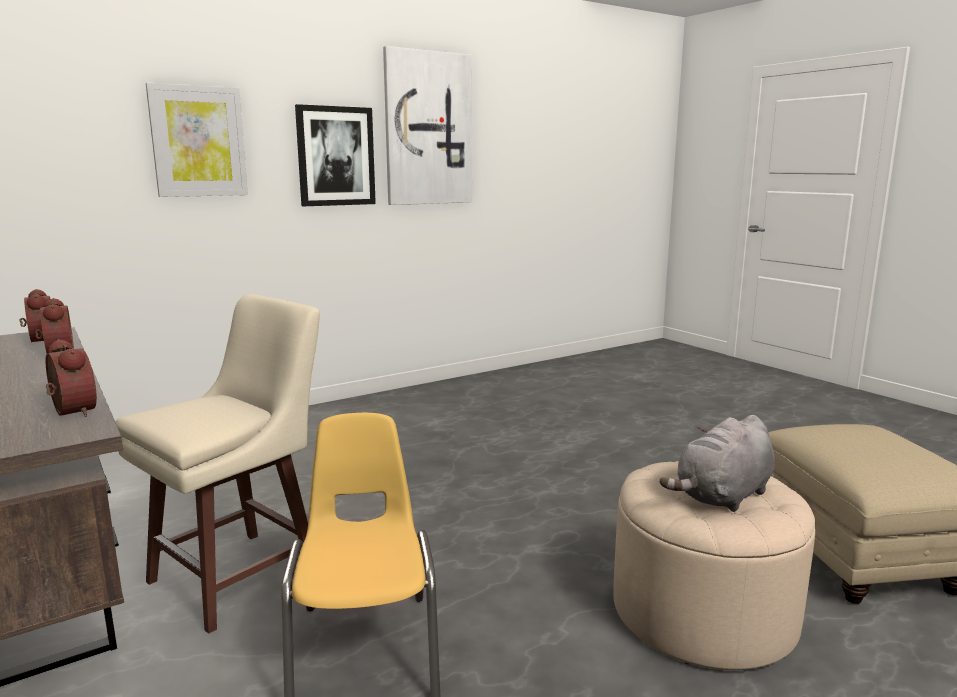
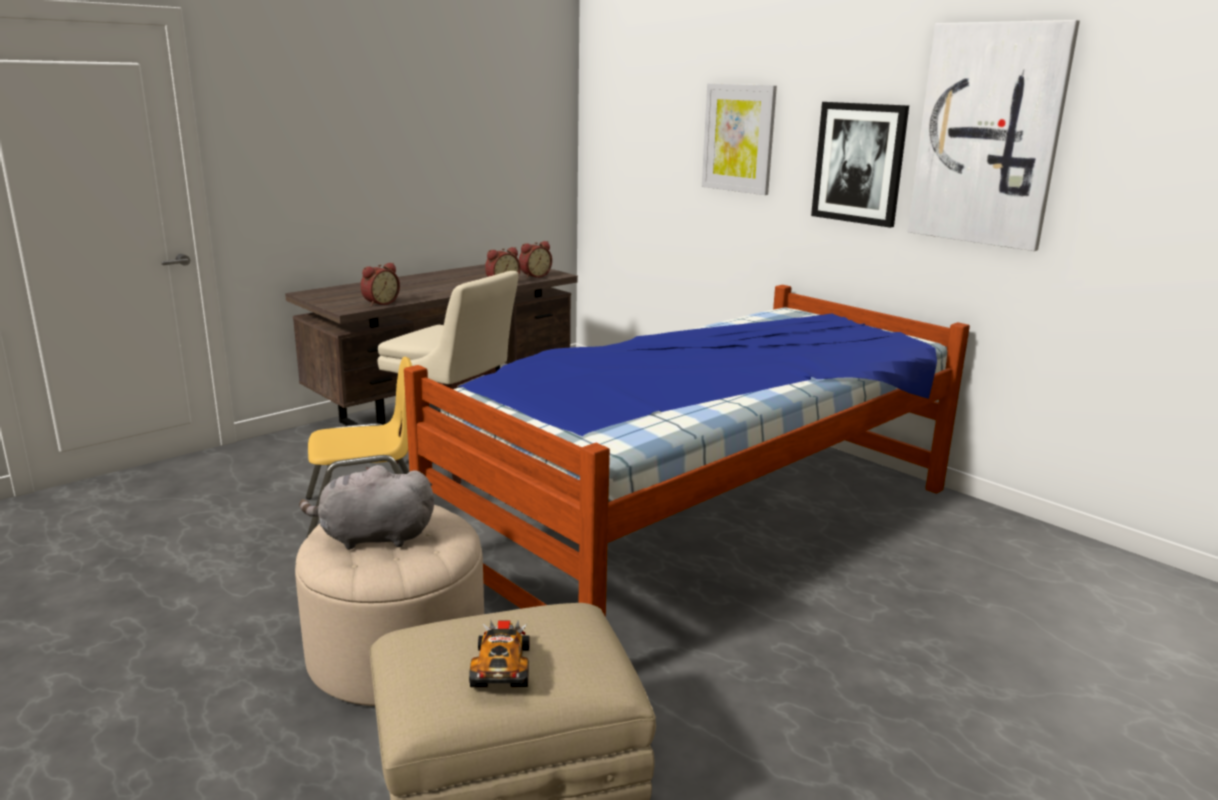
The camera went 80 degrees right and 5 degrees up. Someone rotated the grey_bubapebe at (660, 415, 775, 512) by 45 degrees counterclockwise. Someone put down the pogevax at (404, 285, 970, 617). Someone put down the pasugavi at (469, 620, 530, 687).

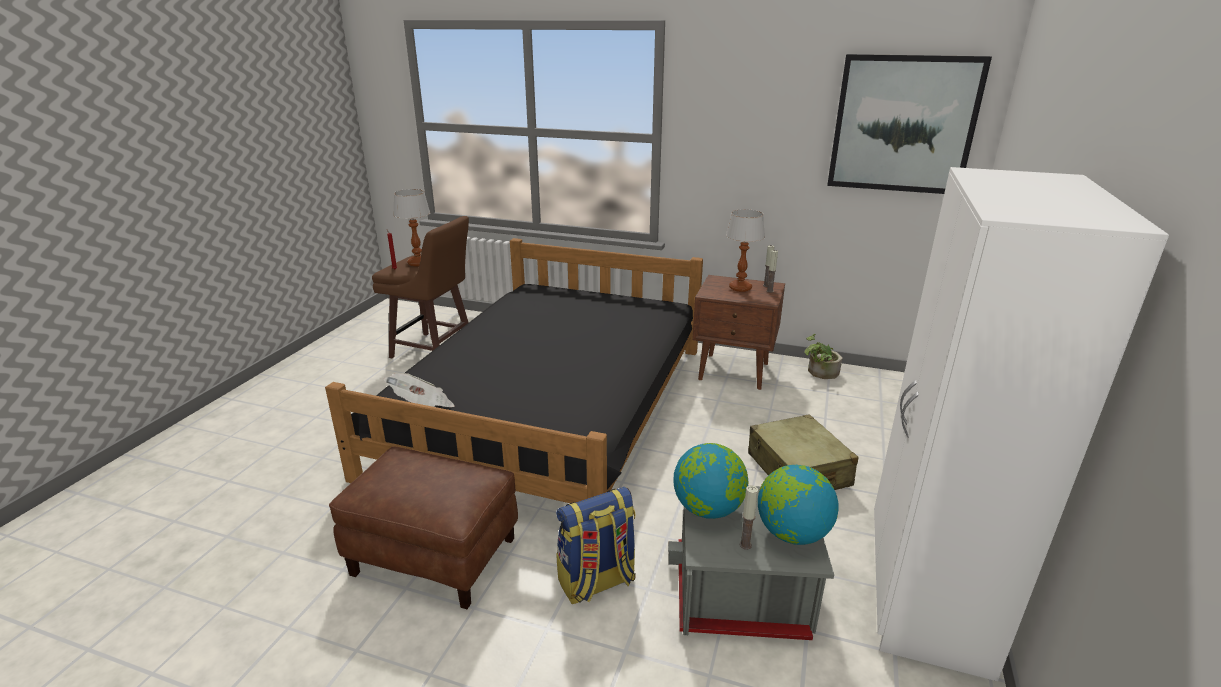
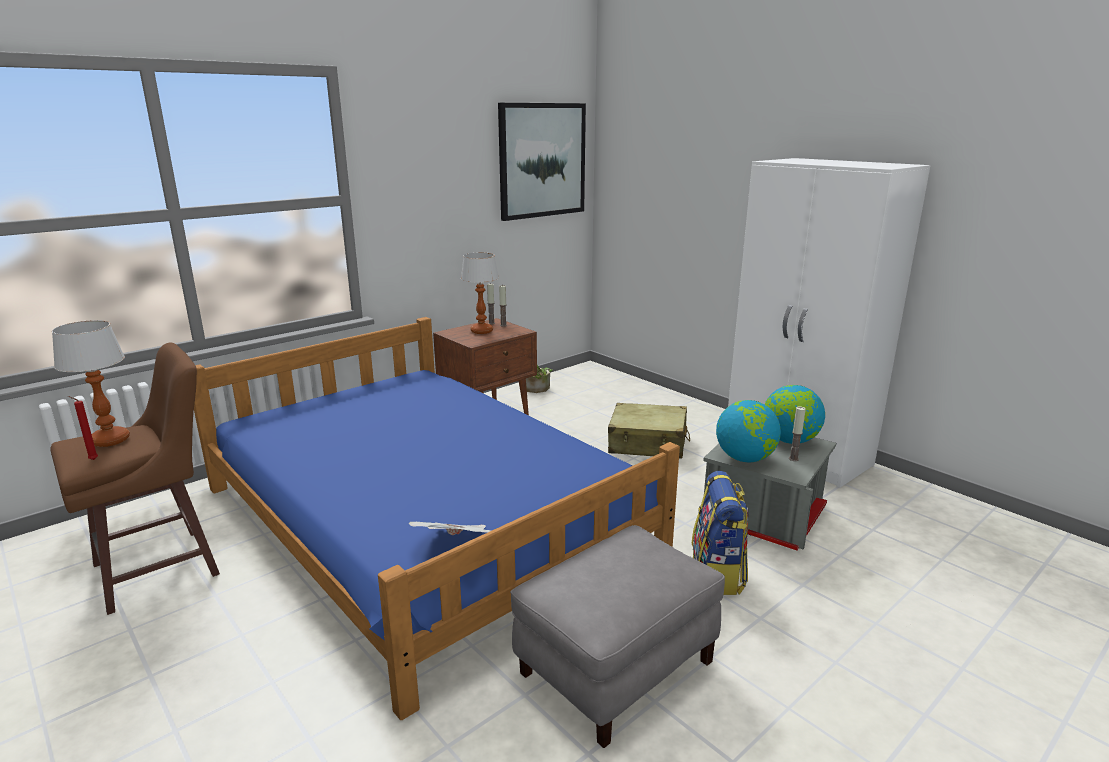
The camera went 60 degrees left and 5 degrees down. Someone repainted the black_pogevax at (325, 238, 703, 503), which became the blue_pogevax at (194, 317, 680, 720). Someone repainted the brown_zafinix at (329, 446, 518, 609), which became the grey_zafinix at (510, 525, 725, 748).

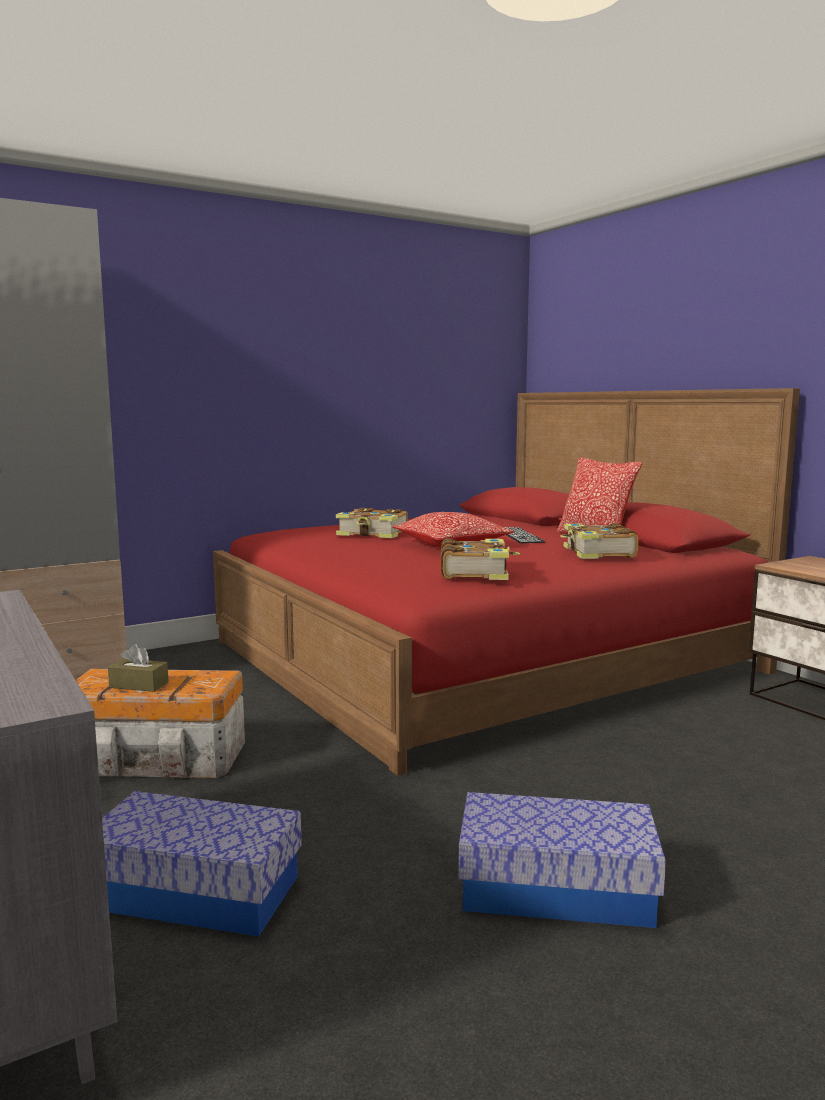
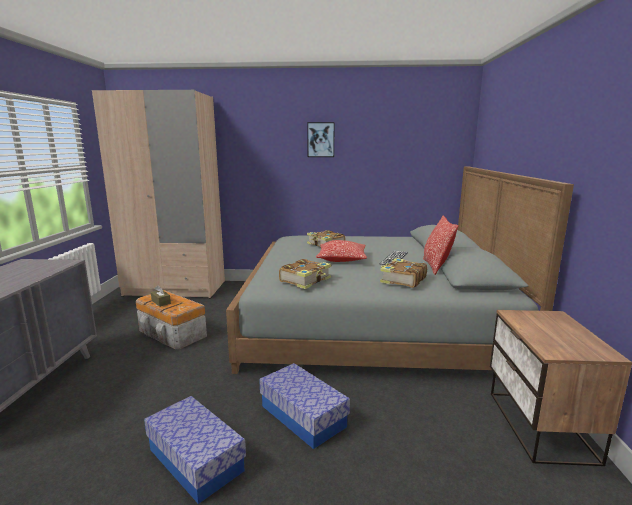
The camera went 35 degrees right and 5 degrees up. Someone repainted the red_pogevax at (213, 388, 800, 776), which became the grey_pogevax at (226, 166, 574, 374). Someone carried the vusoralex from (102, 791, 302, 936) to (259, 363, 350, 449). Someone put up the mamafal at (307, 122, 335, 157).

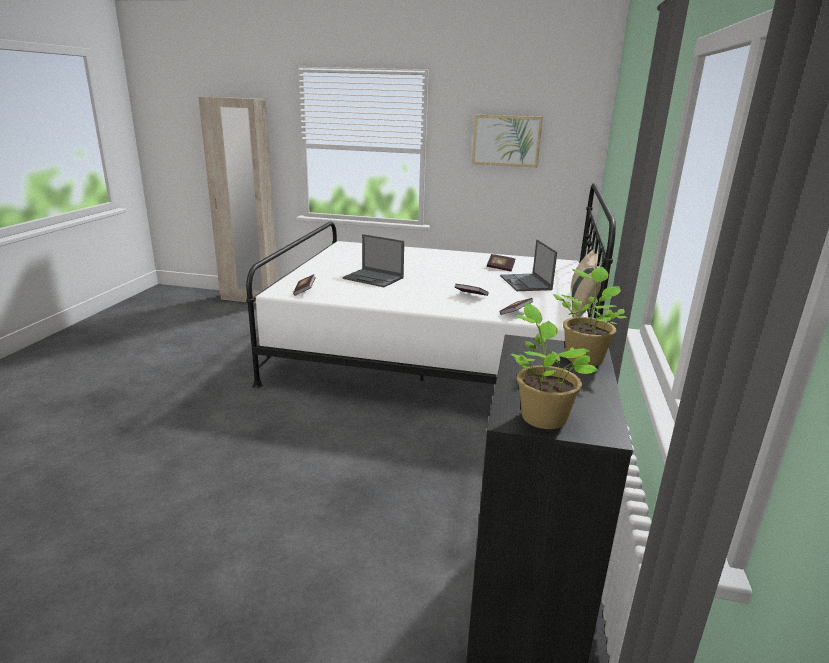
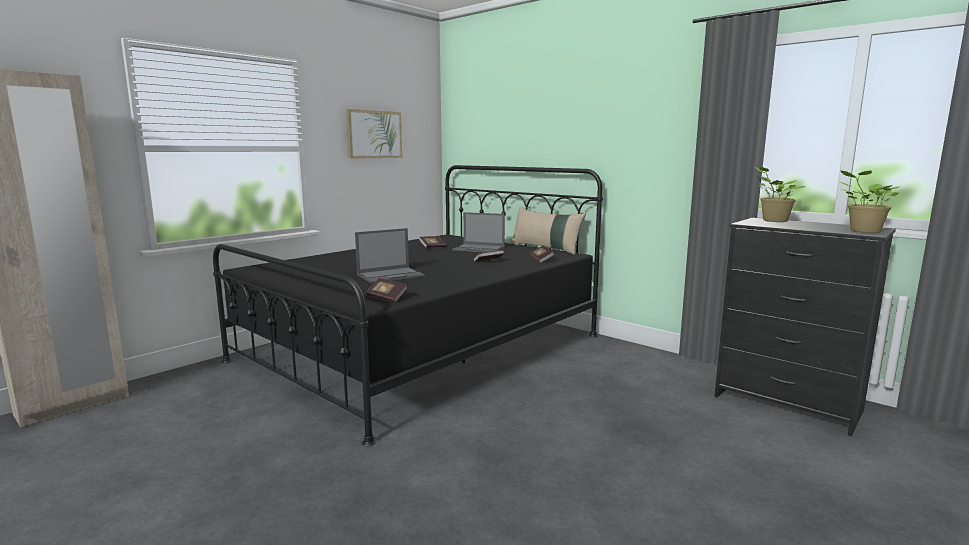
The camera went 60 degrees left and 10 degrees down. Someone repainted the white_pogevax at (246, 183, 616, 388), which became the black_pogevax at (213, 165, 603, 446).

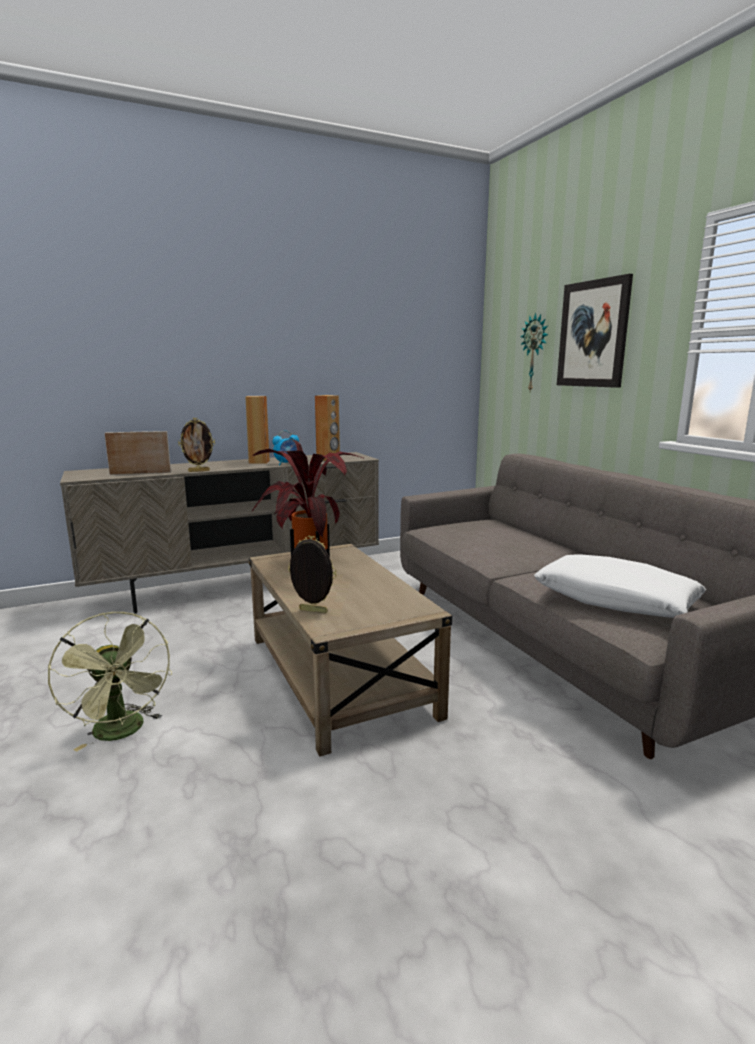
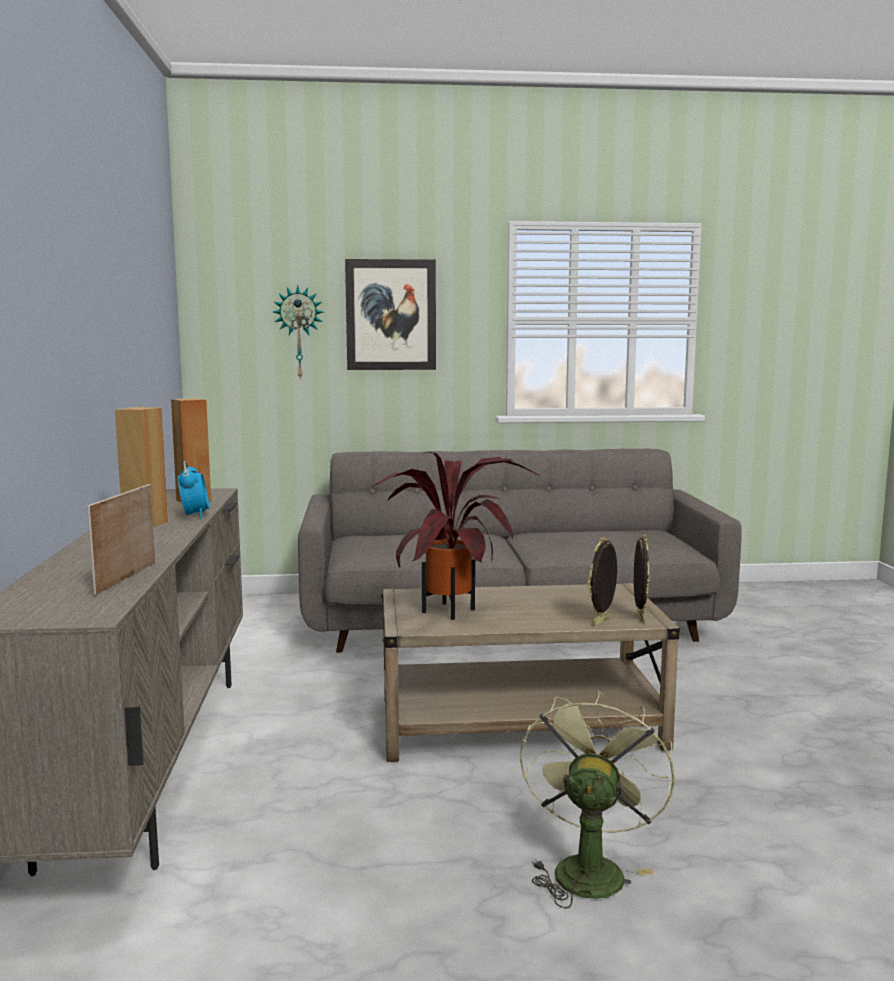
The camera went 70 degrees left and 5 degrees down. Someone rotated the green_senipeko at (48, 612, 172, 752) by 60 degrees counterclockwise. Someone carried the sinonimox from (178, 418, 215, 472) to (634, 535, 650, 623). Someone took away the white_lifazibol at (534, 554, 706, 618).

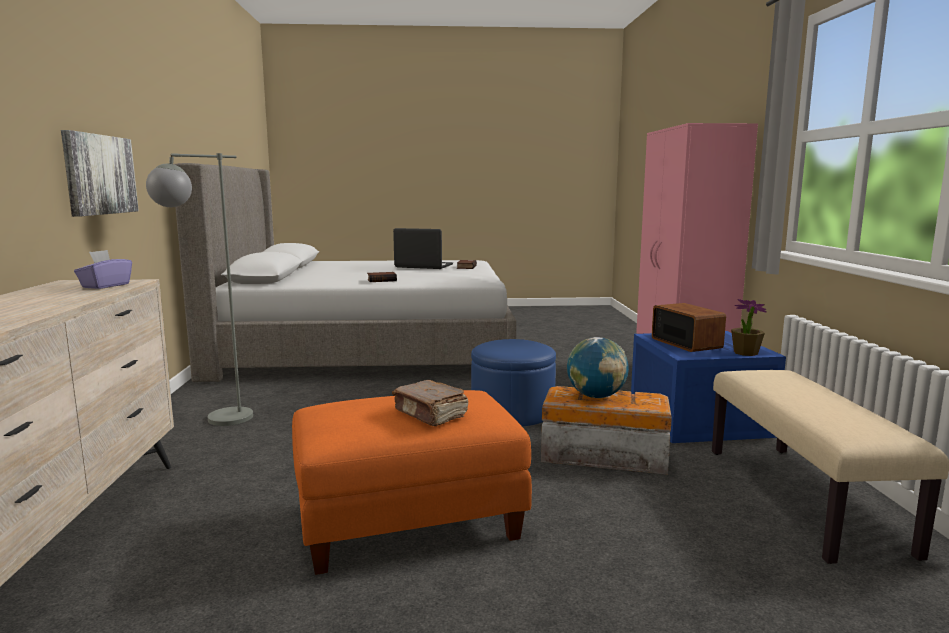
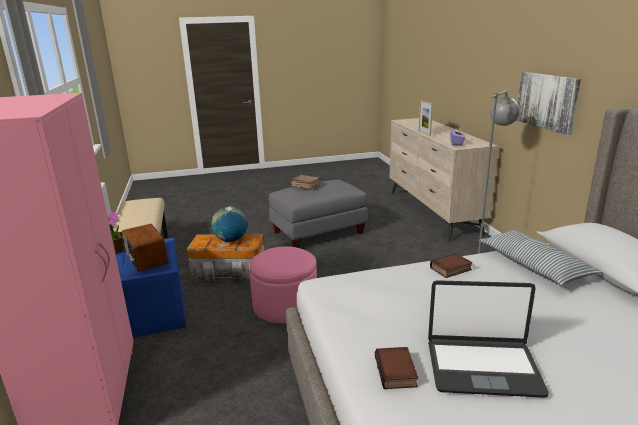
The camera went 170 degrees right and 10 degrees up. Someone repainted the blue_zafinix at (471, 339, 556, 426), which became the pink_zafinix at (249, 246, 317, 324). Someone repainted the orange_zafinix at (292, 390, 532, 575), which became the grey_zafinix at (269, 180, 368, 248). Someone put down the sinonimox at (418, 101, 433, 136). Someone put down the lifazibol at (479, 230, 602, 285).

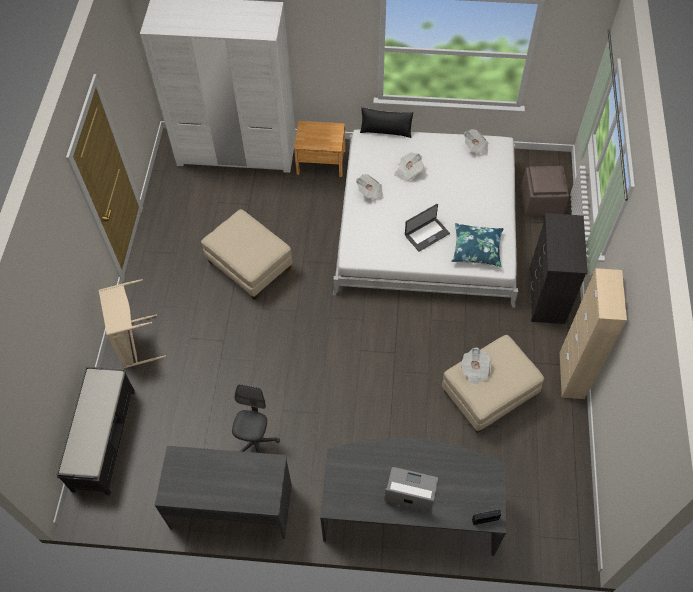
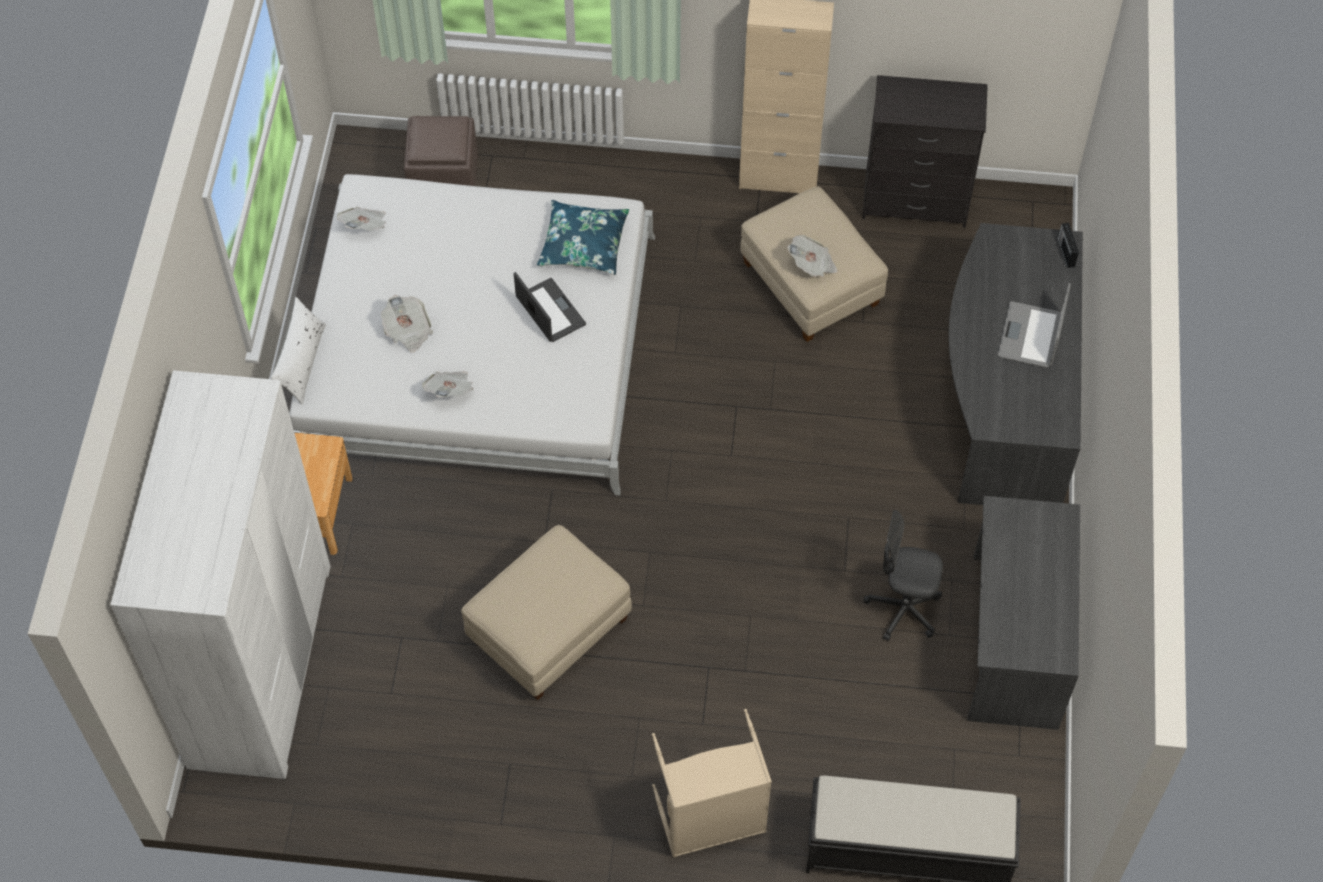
The camera went 90 degrees left and 0 degrees up. Someone repainted the black_lifazibol at (360, 107, 413, 138), which became the white_lifazibol at (271, 297, 326, 405). Someone carried the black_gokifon from (530, 213, 588, 324) to (862, 75, 988, 228).

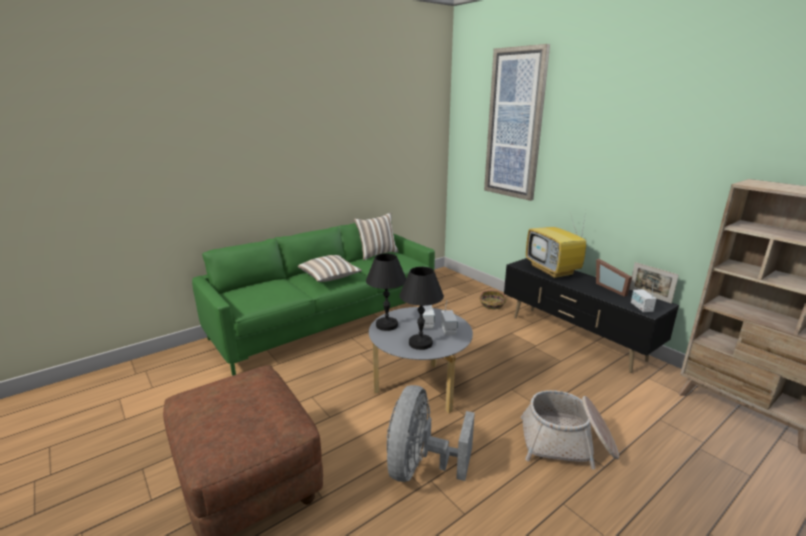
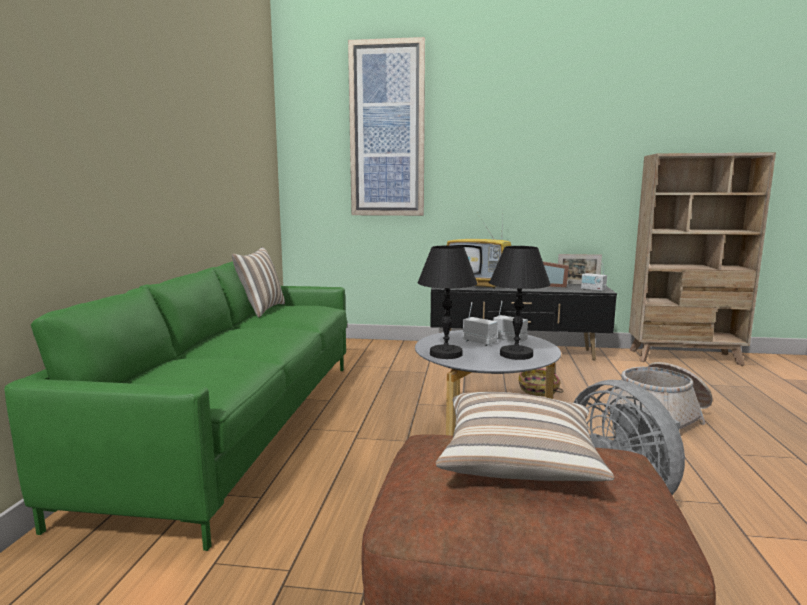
The camera went 45 degrees left and 10 degrees down. Someone carried the lifazibol from (298, 255, 362, 282) to (436, 392, 614, 481). Someone carried the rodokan from (479, 290, 506, 310) to (519, 369, 563, 396).

